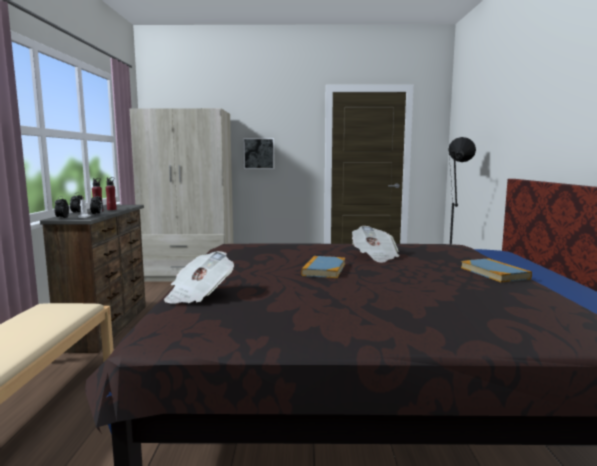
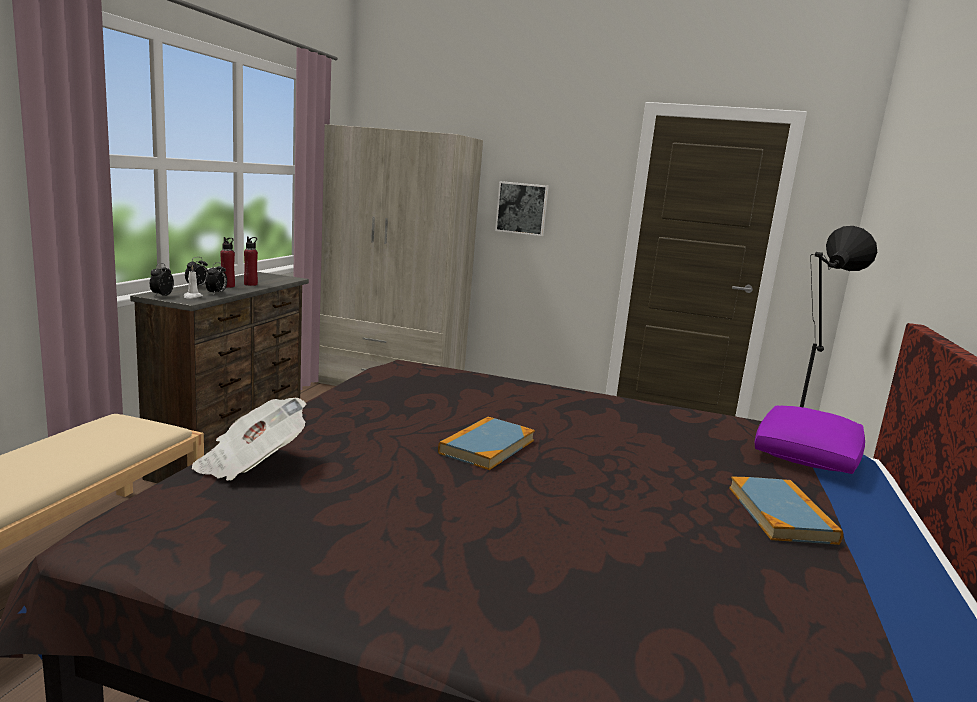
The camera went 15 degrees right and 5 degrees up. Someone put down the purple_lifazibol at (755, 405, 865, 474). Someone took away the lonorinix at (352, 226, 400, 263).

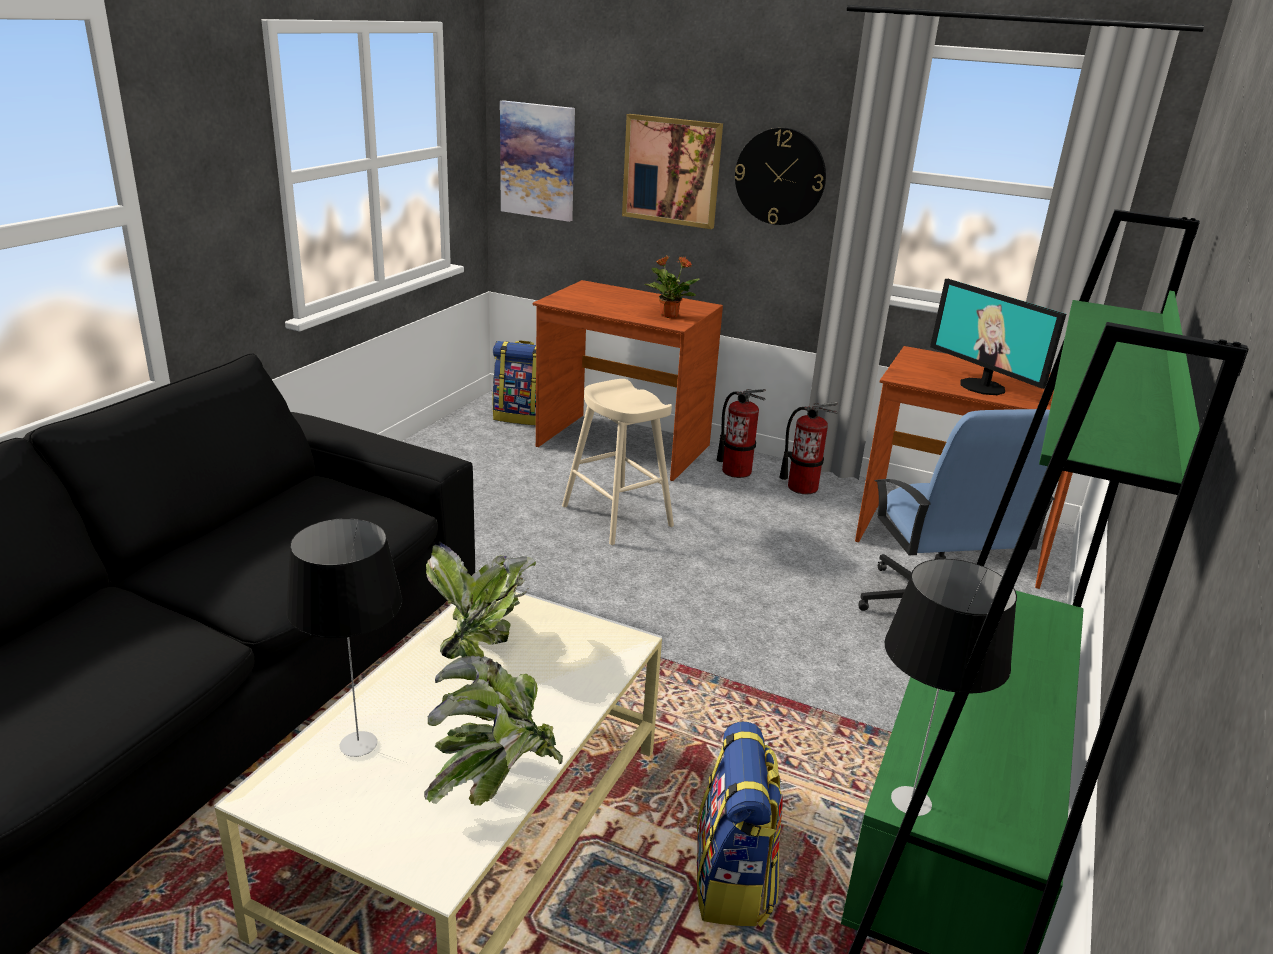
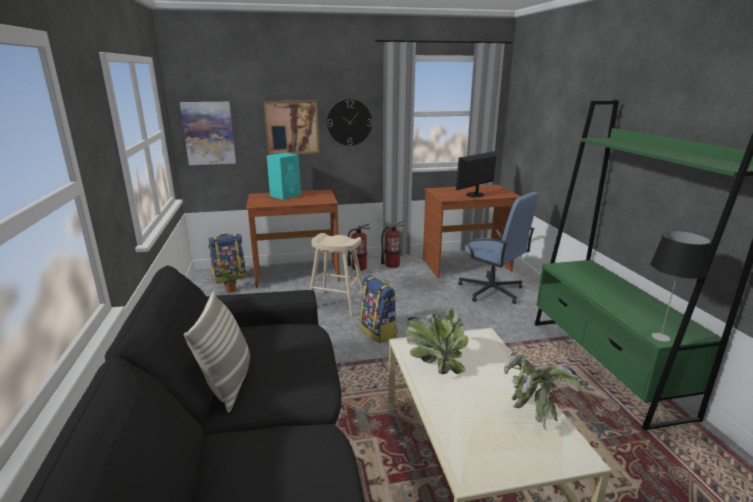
The camera went 35 degrees left and 5 degrees down. Someone put down the lifazibol at (184, 291, 250, 413). Someone carried the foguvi from (644, 256, 699, 318) to (215, 261, 243, 293). Someone put down the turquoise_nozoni at (267, 153, 301, 200). Someone carried the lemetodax from (697, 721, 783, 927) to (360, 275, 398, 343). Someone rotated the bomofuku at (930, 279, 1066, 395) by 120 degrees clockwise. Someone took away the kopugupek at (286, 518, 403, 757).

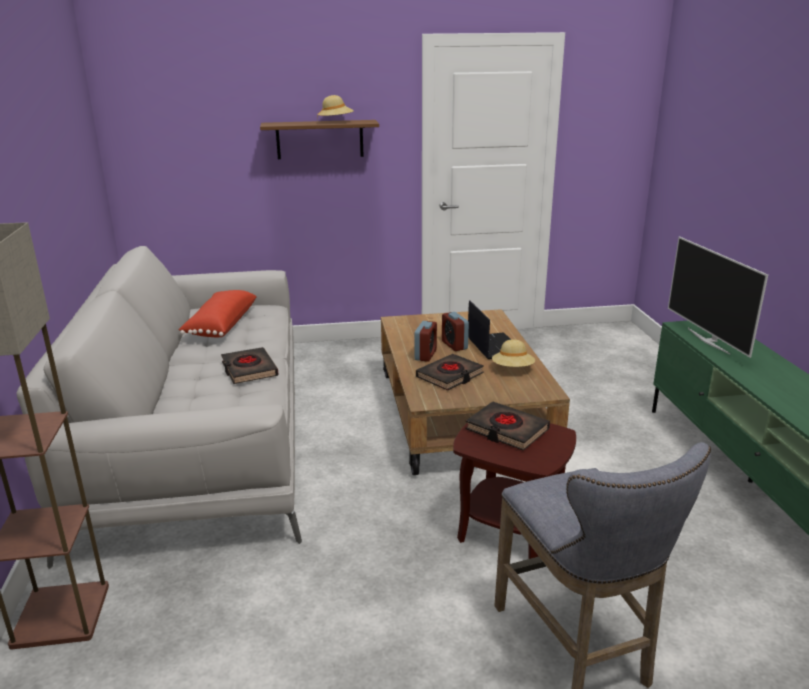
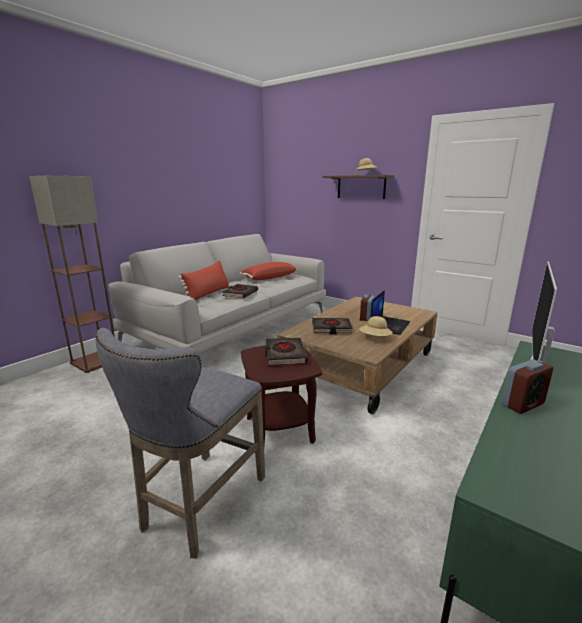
The camera went 45 degrees right and 5 degrees down. Someone put down the red_lifazibol at (179, 261, 229, 300). Someone carried the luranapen from (415, 321, 437, 362) to (501, 359, 553, 414).

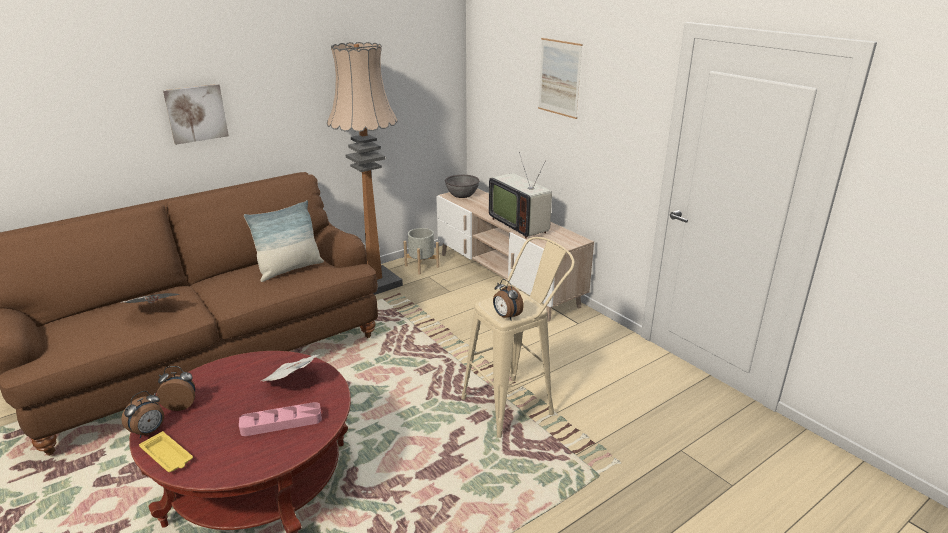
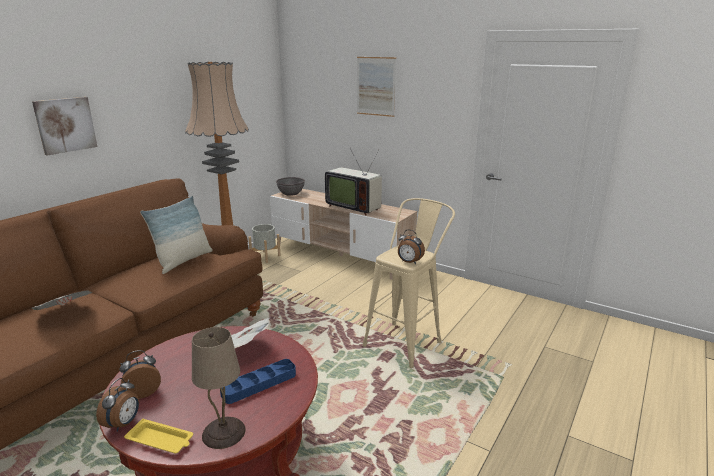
The camera went 20 degrees left and 5 degrees down. Someone put down the beige_kopugupek at (192, 327, 246, 449). Someone repainted the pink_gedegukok at (239, 402, 322, 436), which became the blue_gedegukok at (220, 359, 296, 404).

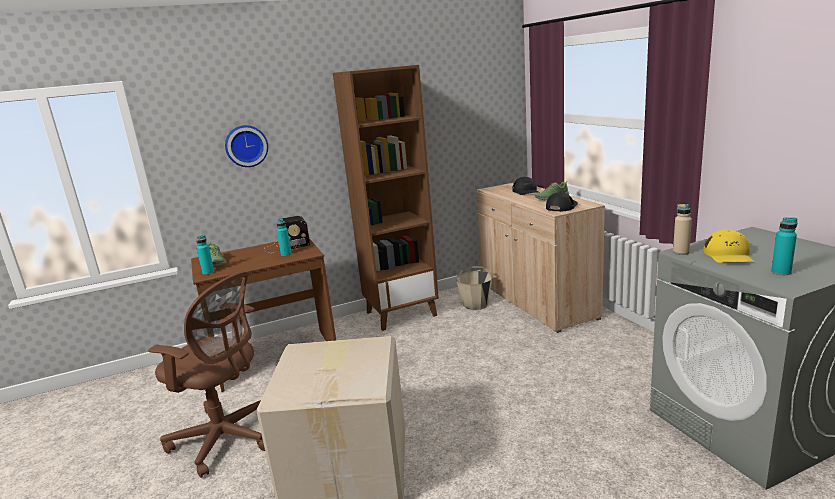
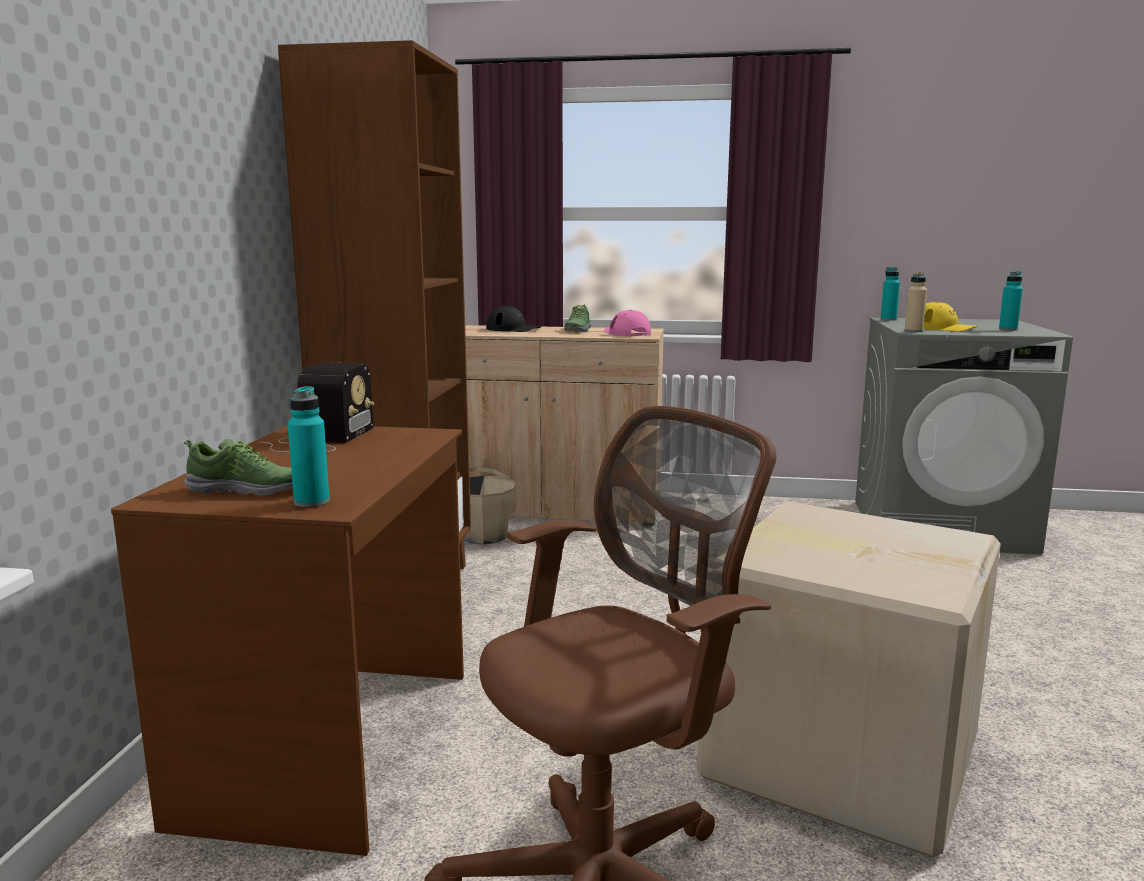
The camera went 60 degrees left and 5 degrees down. Someone repainted the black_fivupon at (546, 192, 578, 212), which became the pink_fivupon at (603, 310, 651, 336). Someone carried the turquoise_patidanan from (277, 218, 292, 256) to (881, 267, 900, 321). Someone took away the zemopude at (225, 125, 268, 167).

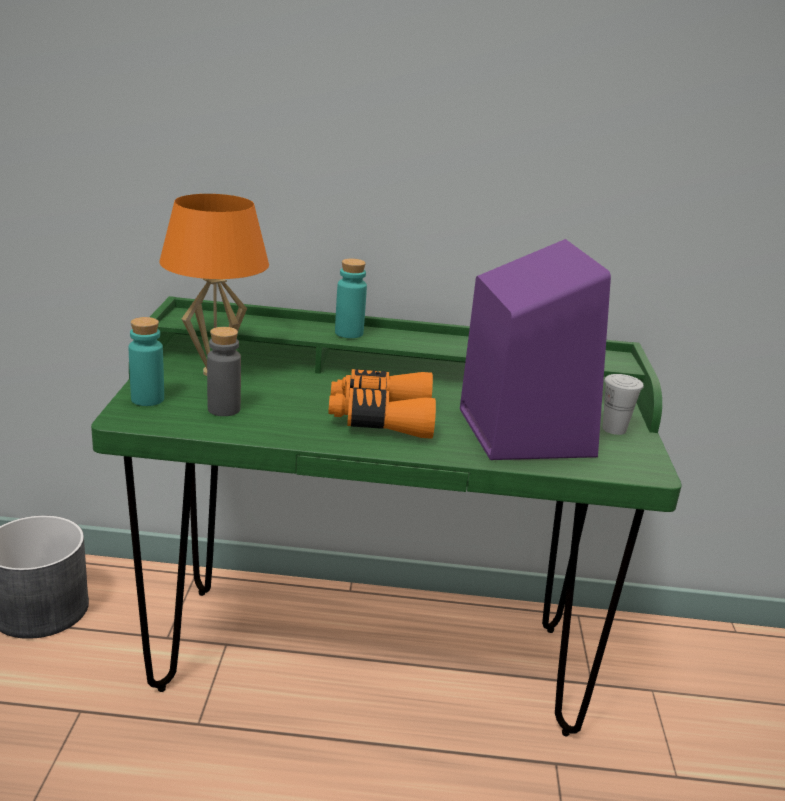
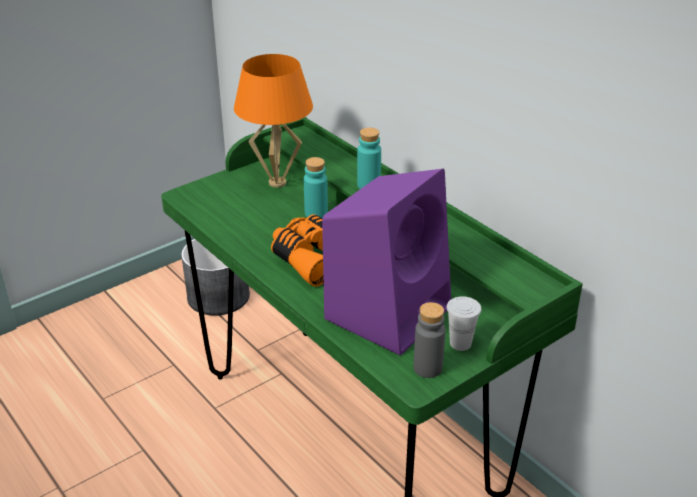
The camera went 50 degrees right and 10 degrees up. Someone carried the turquoise_patidanan from (128, 317, 164, 406) to (304, 157, 328, 218). Someone carried the grey_patidanan from (207, 327, 241, 416) to (413, 302, 446, 378).

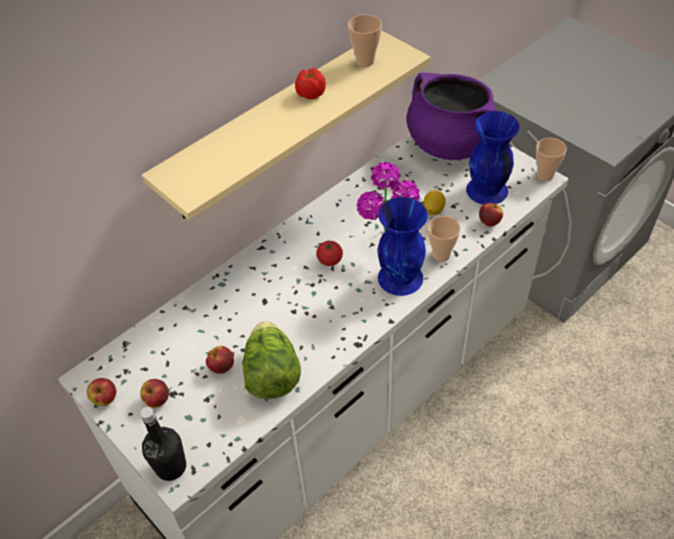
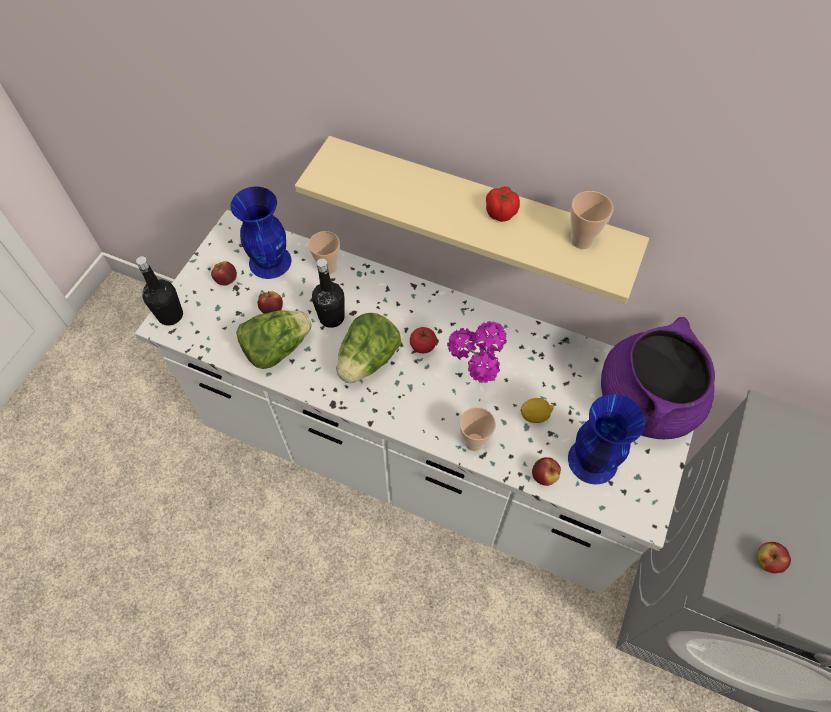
The camera went 65 degrees right and 10 degrees up. Someone carried the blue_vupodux from (377, 197, 428, 296) to (230, 187, 291, 279). Someone carried the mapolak from (536, 138, 567, 181) to (308, 231, 340, 274). Someone put down the black_patidanan at (312, 259, 345, 328). Someone put down the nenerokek at (337, 313, 401, 383). Someone carried the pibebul from (87, 378, 117, 406) to (757, 542, 791, 574).

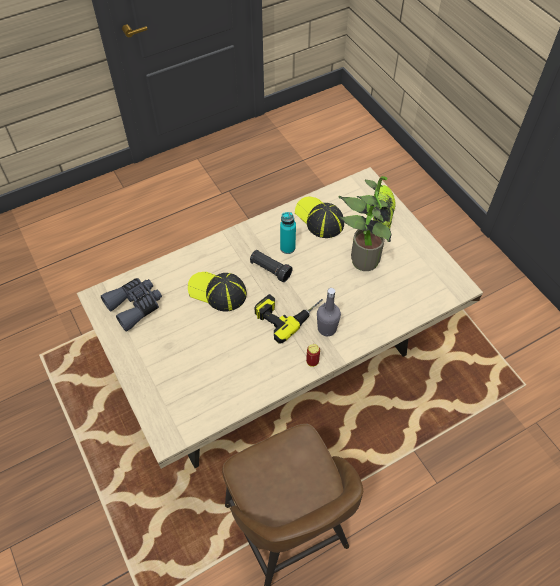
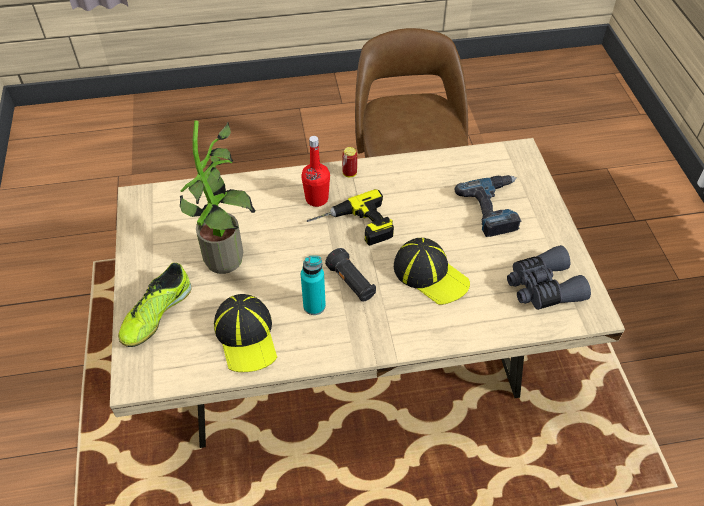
The camera went 160 degrees left and 5 degrees down. Someone repainted the grey_patidanan at (317, 288, 341, 336), which became the red_patidanan at (301, 136, 330, 207). Someone put down the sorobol at (454, 175, 521, 237).

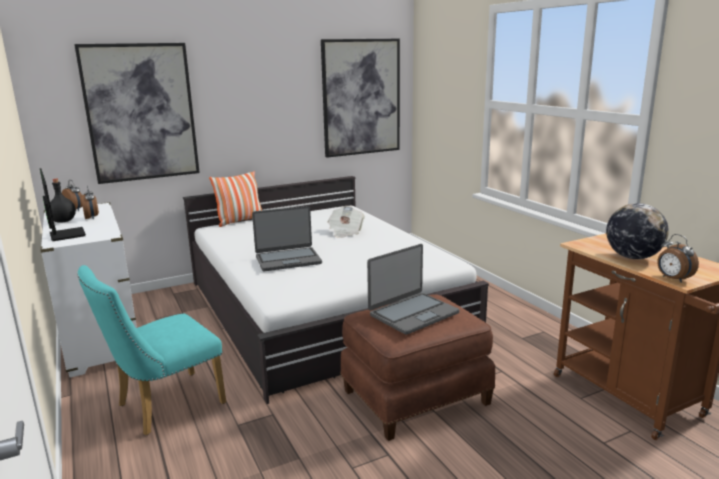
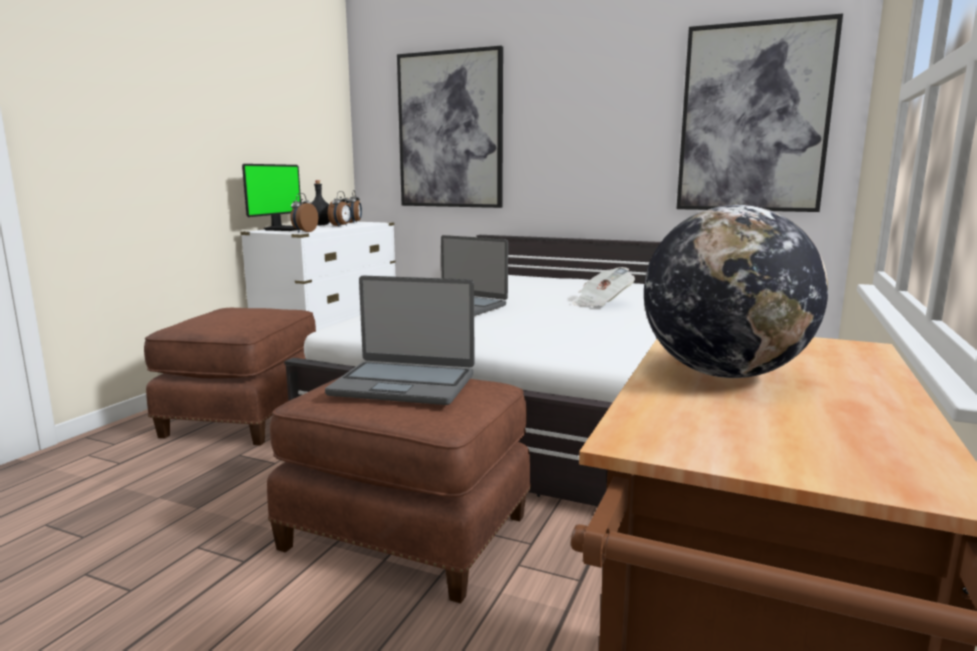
The camera went 50 degrees right and 5 degrees down. Someone swapped the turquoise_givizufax at (77, 265, 226, 435) for the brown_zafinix at (144, 308, 316, 446). Someone carried the luranapen from (657, 234, 699, 283) to (291, 193, 318, 233). Someone took away the lifazibol at (209, 171, 262, 227).

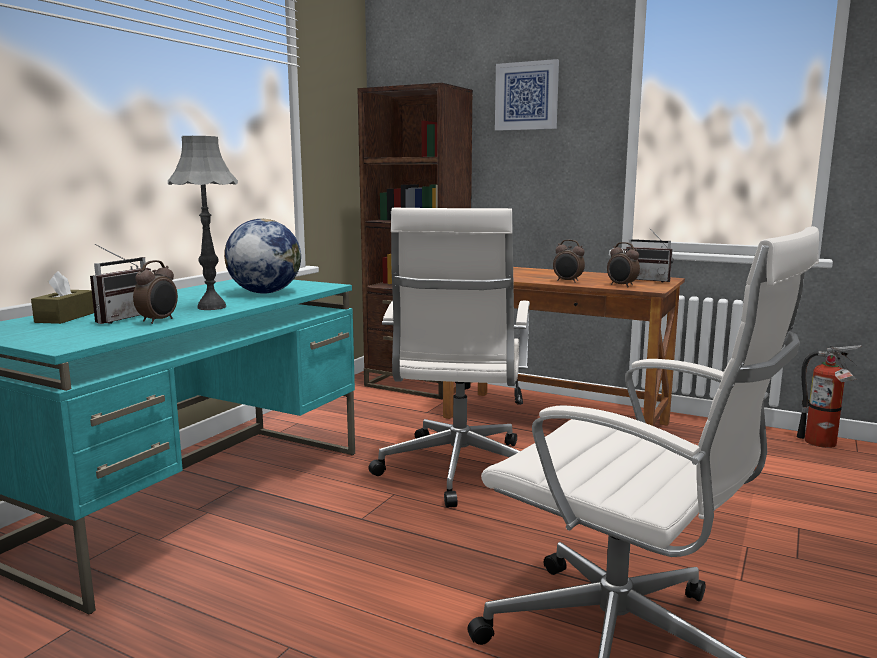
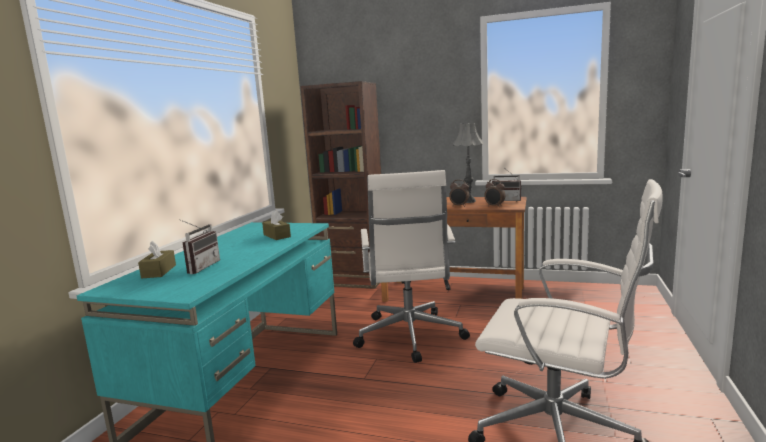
The camera went 10 degrees left and 0 degrees up. Someone swapped the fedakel at (224, 219, 301, 294) for the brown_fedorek at (262, 210, 291, 240). Someone carried the grey_kopugupek from (168, 136, 238, 310) to (453, 123, 484, 203). Someone took away the luranapen at (133, 260, 178, 324). Someone took away the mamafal at (495, 59, 559, 131). Someone took away the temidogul at (797, 345, 862, 448).

